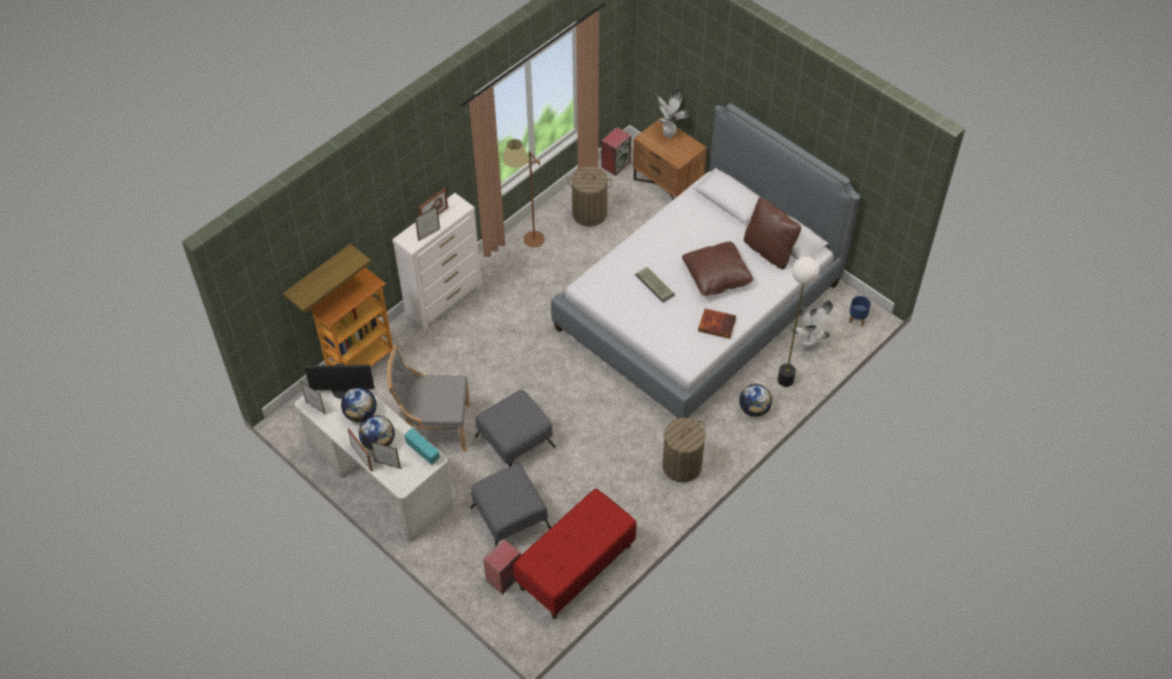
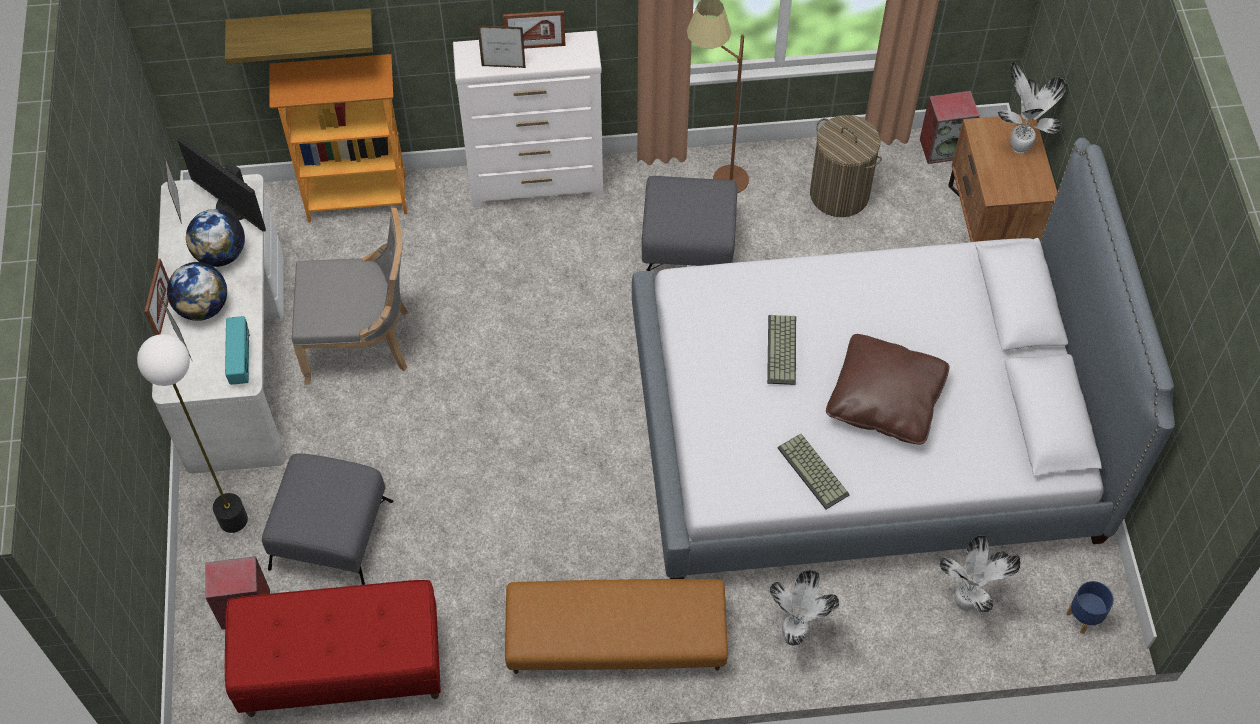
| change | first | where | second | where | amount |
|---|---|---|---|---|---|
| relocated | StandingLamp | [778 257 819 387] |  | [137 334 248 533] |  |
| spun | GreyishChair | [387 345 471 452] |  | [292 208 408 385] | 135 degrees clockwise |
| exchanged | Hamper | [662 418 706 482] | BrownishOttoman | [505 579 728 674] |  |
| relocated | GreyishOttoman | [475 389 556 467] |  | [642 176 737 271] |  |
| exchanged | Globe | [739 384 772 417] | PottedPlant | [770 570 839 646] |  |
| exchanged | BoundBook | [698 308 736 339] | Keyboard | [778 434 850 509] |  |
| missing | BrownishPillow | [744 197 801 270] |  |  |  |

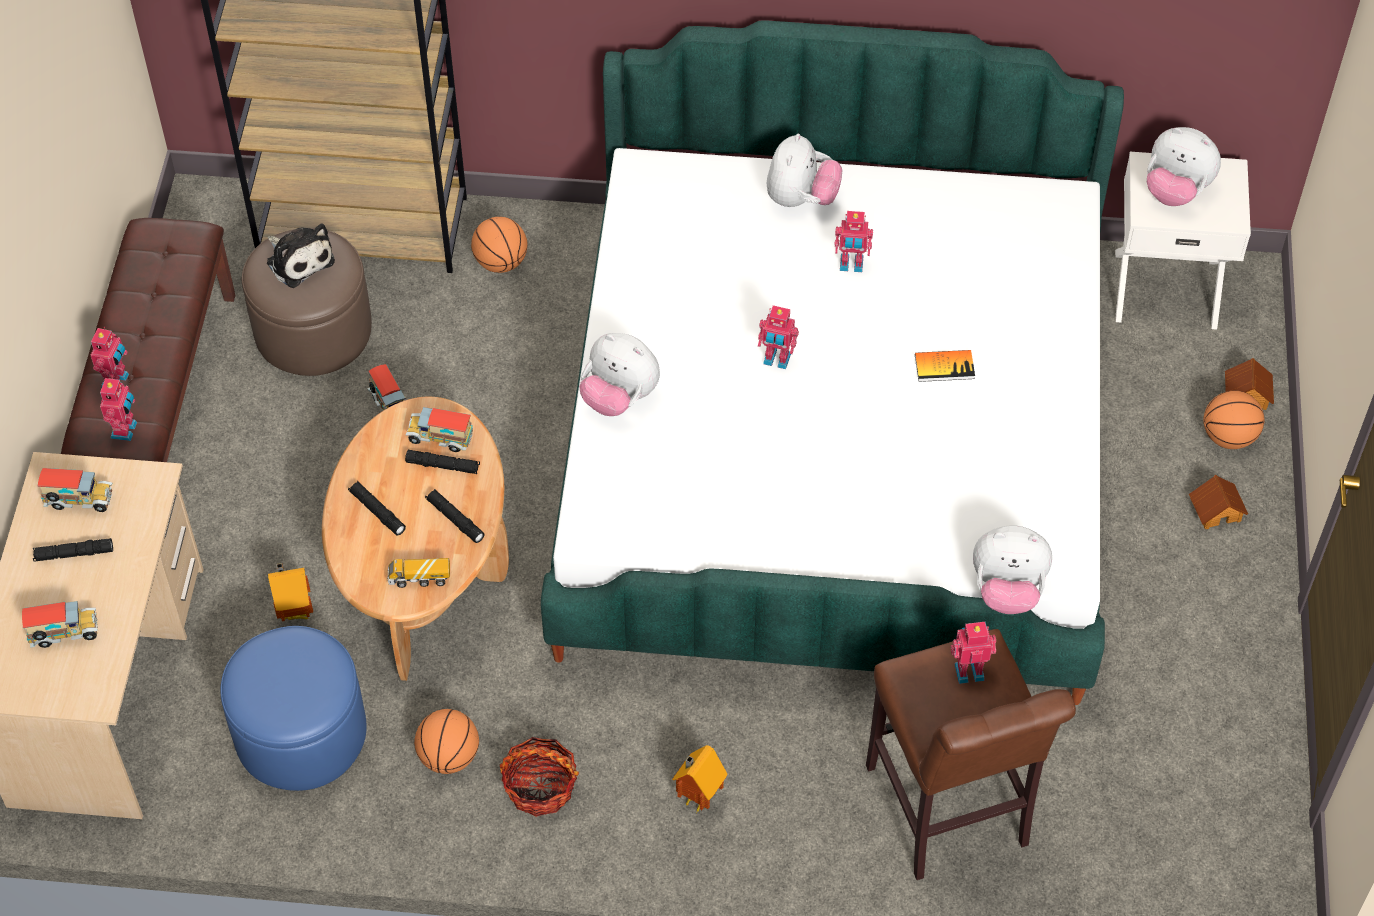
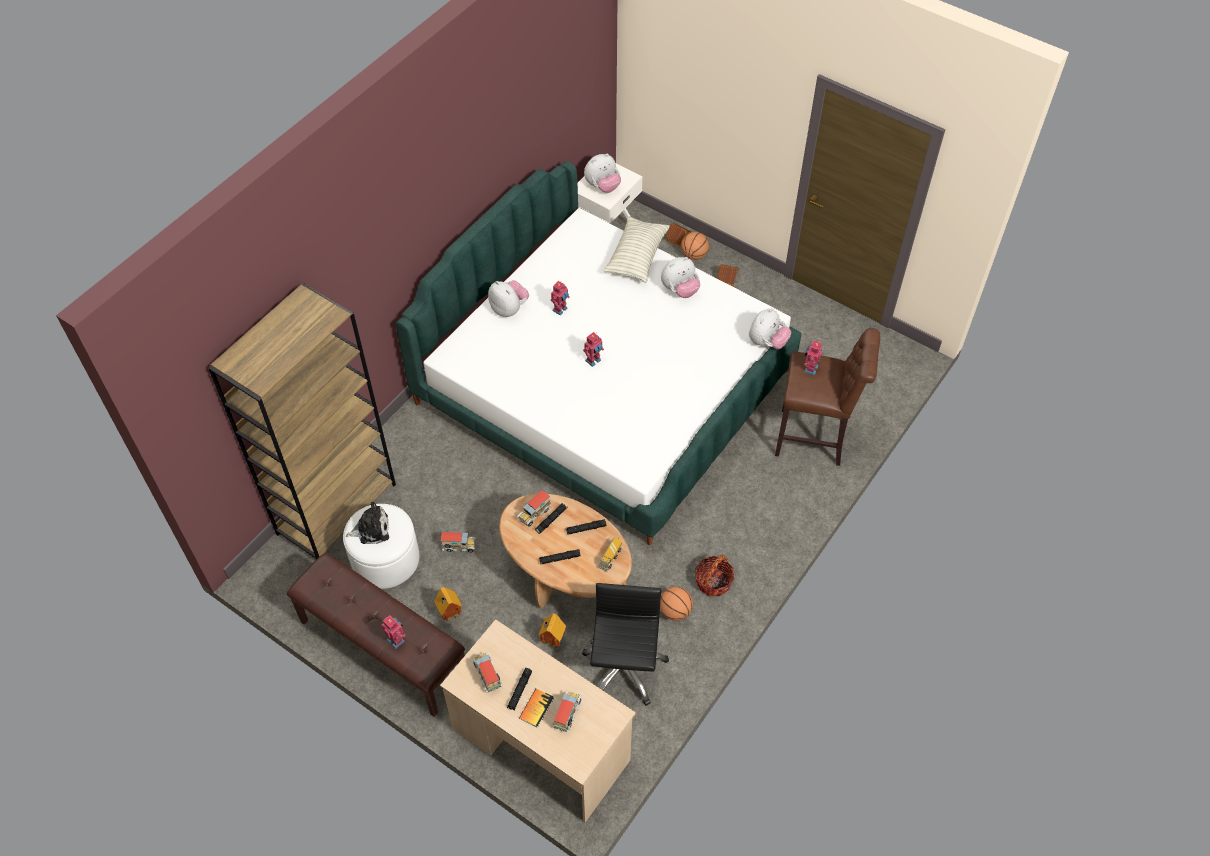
| change | first | where | second | where | amount |
|---|---|---|---|---|---|
| colour | BrownishOttoman | [242 228 372 376] | WhiteColouredOttoman | [343 504 419 589] |  |
| relocated | ModelHouse | [672 745 727 812] |  | [434 587 462 622] |  |
| spun | ModelTruck | [38 468 112 512] |  | [473 652 503 693] | 60 degrees counterclockwise |
| relocated | BoundBook | [915 350 975 382] |  | [519 688 554 728] |  |
| exchanged | BlueOttoman | [220 626 367 791] | BlackDeskChair | [582 583 669 706] |  |
| appeared |  |  | Pillow | [604 216 670 283] |  |
| relocated | SoftToy | [579 333 660 416] |  | [661 257 700 298] |  |
| missing | RobotFigure | [100 376 137 441] |  |  |  |
| missing | BallForBasketball | [471 217 528 273] |  |  |  |

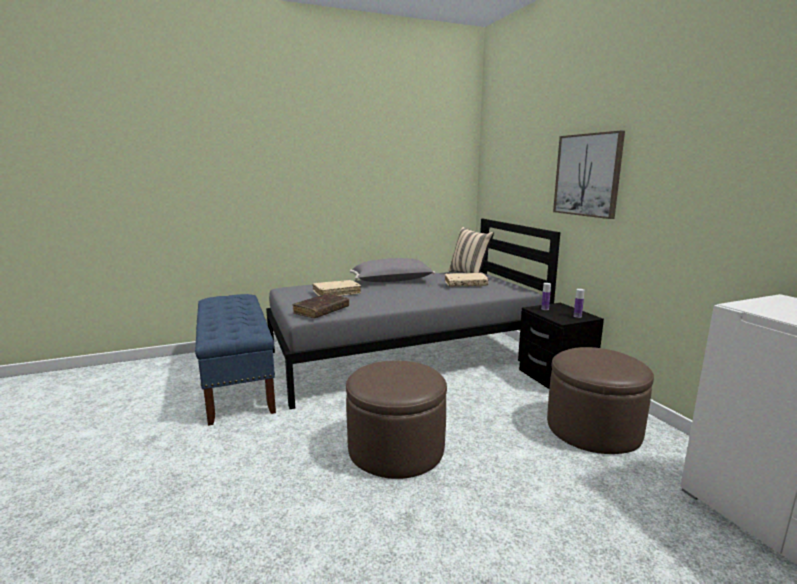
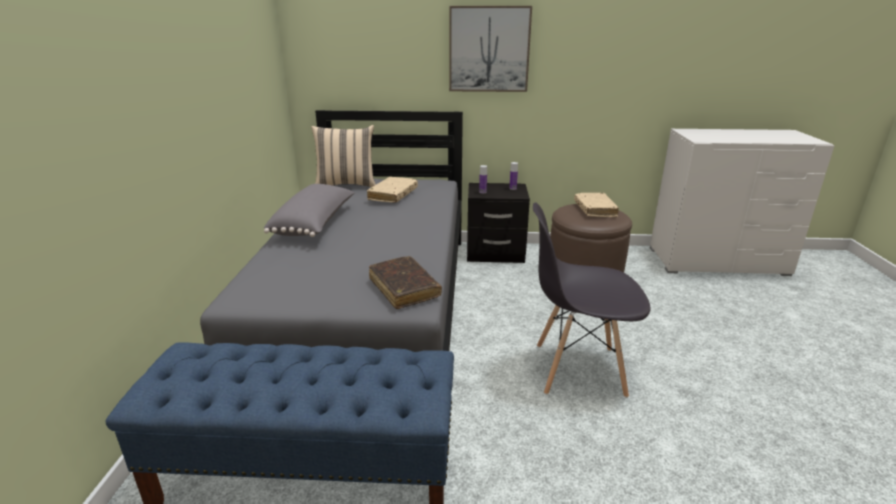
| change | first | where | second | where | amount |
|---|---|---|---|---|---|
| exchanged | BrownishOttoman | [346 361 447 479] | GreyishChair | [533 202 651 398] |  |
| relocated | BeigeBoundBook | [313 280 361 296] |  | [574 193 619 217] |  |

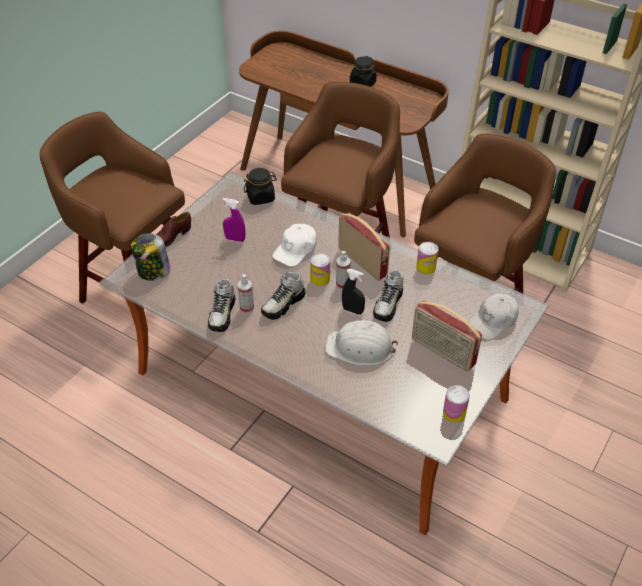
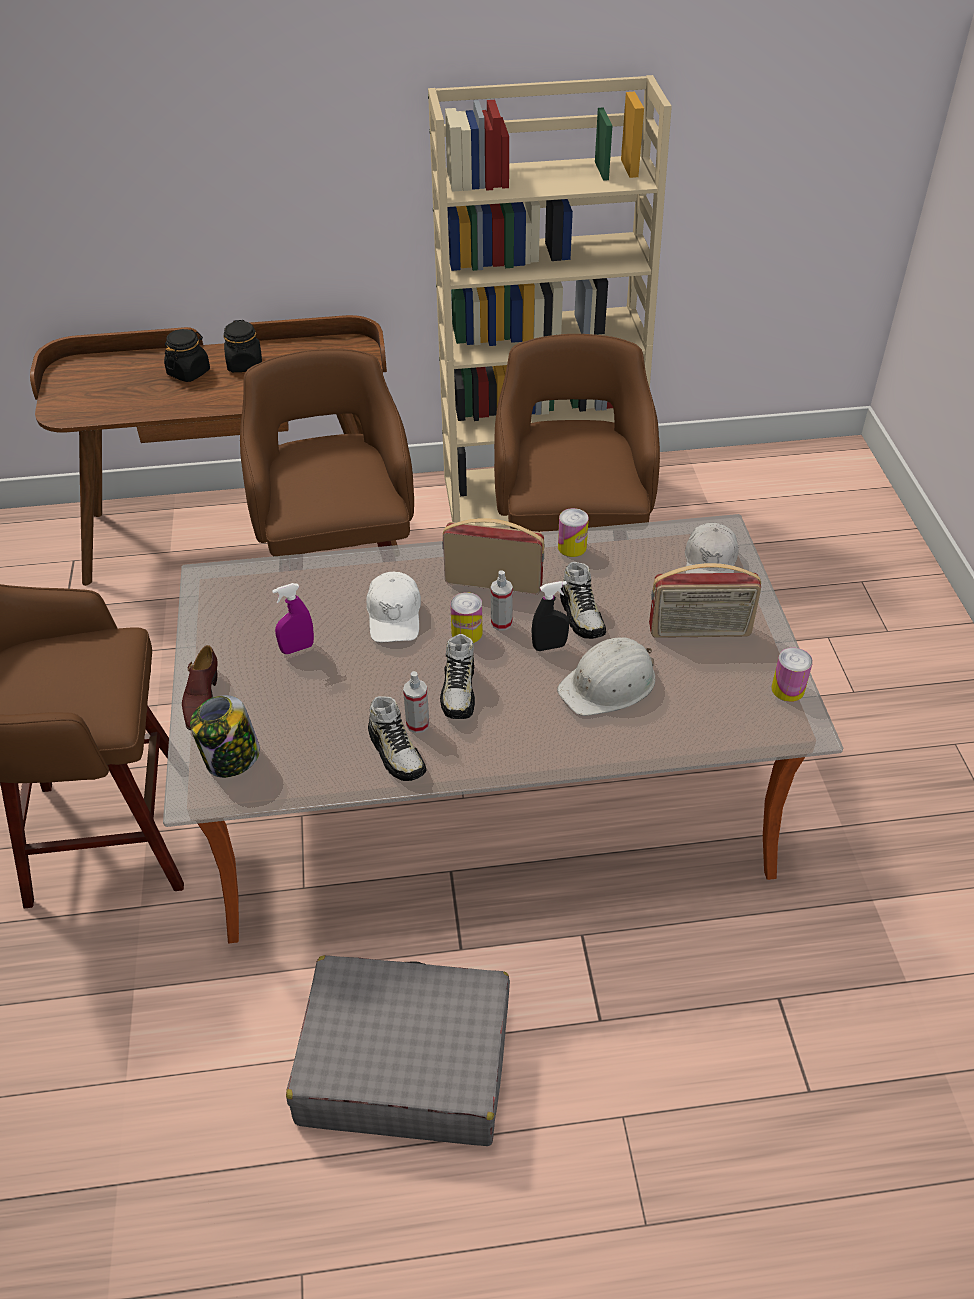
| change | first | where | second | where | amount |
|---|---|---|---|---|---|
| relocated | BlackPreserveJar | [244 168 277 205] |  | [164 329 210 382] |  |
| appeared |  |  | GreyishTravelCase | [286 955 510 1146] |  |

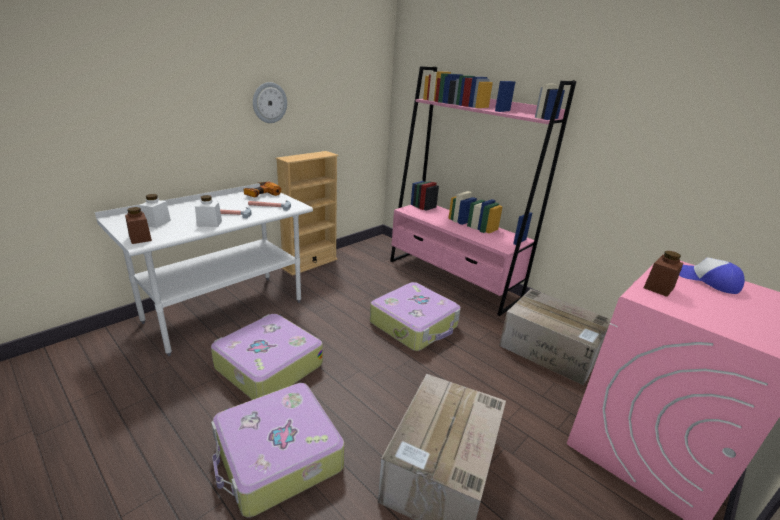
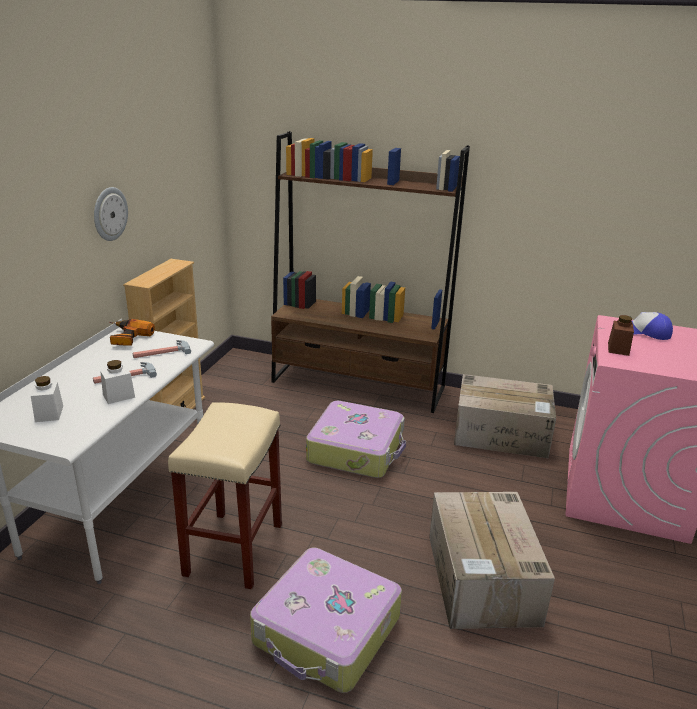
| change | first | where | second | where | amount |
|---|---|---|---|---|---|
| exchanged | TravelCase | [211 314 323 400] | BeigeSittingStool | [168 402 282 589] |  |
| colour | PinkishShelvingUnit | [390 66 576 316] | BrownishShelvingUnit | [271 131 470 413] |  |
| missing | BrownishPreserveJar | [125 207 152 244] |  |  |  |

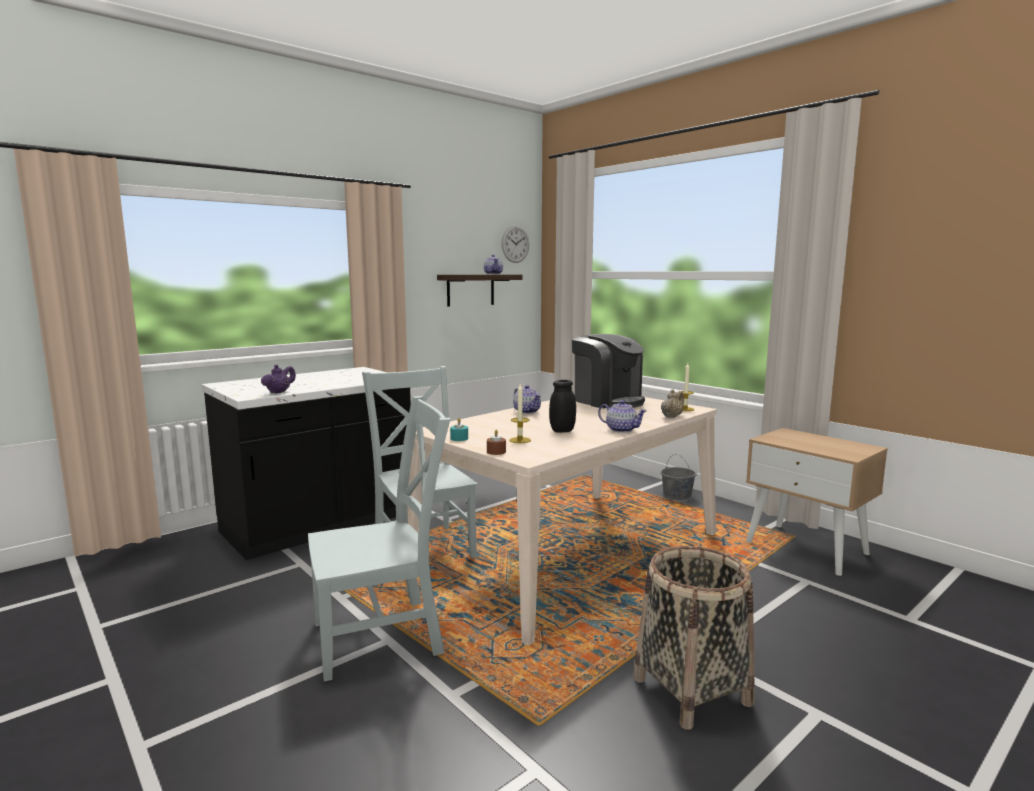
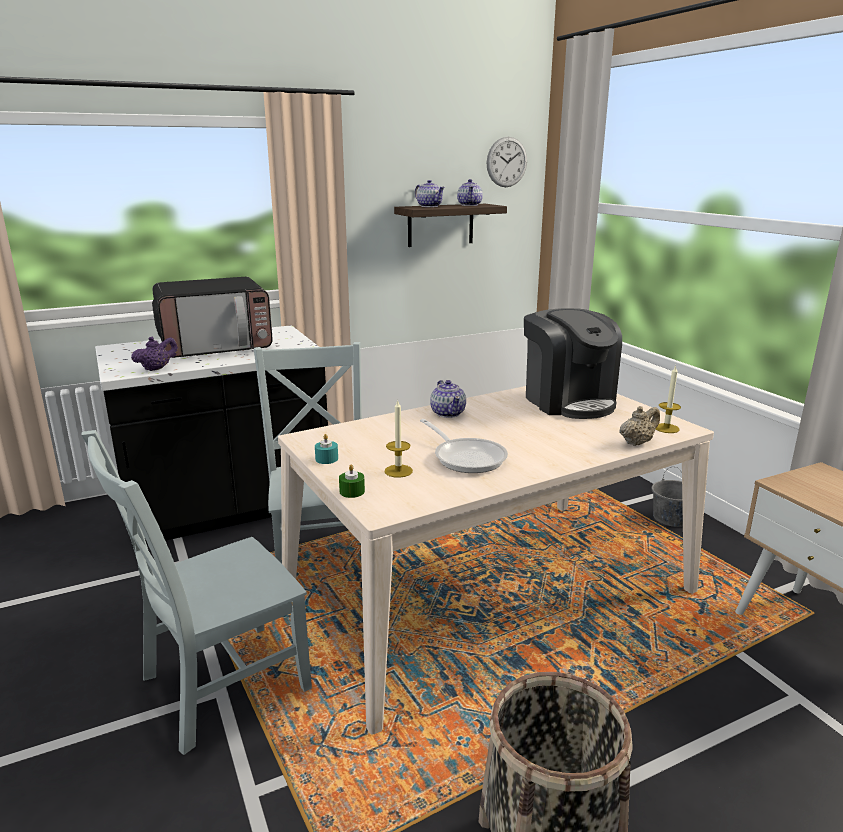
| change | first | where | second | where | amount |
|---|---|---|---|---|---|
| spun | GreyishChair | [308 396 450 682] |  | [81 430 312 755] | 150 degrees clockwise |
| appeared |  |  | MicrowaveOven | [152 277 273 358] |  |
| colour | BrownishWaxCandle | [487 430 506 455] | GreenishWaxCandle | [339 464 365 498] |  |
| relocated | Teapot | [598 400 647 433] |  | [415 180 445 207] |  |
| exchanged | BlackPreserveJar | [549 380 576 433] | Skillet | [420 419 508 473] |  |

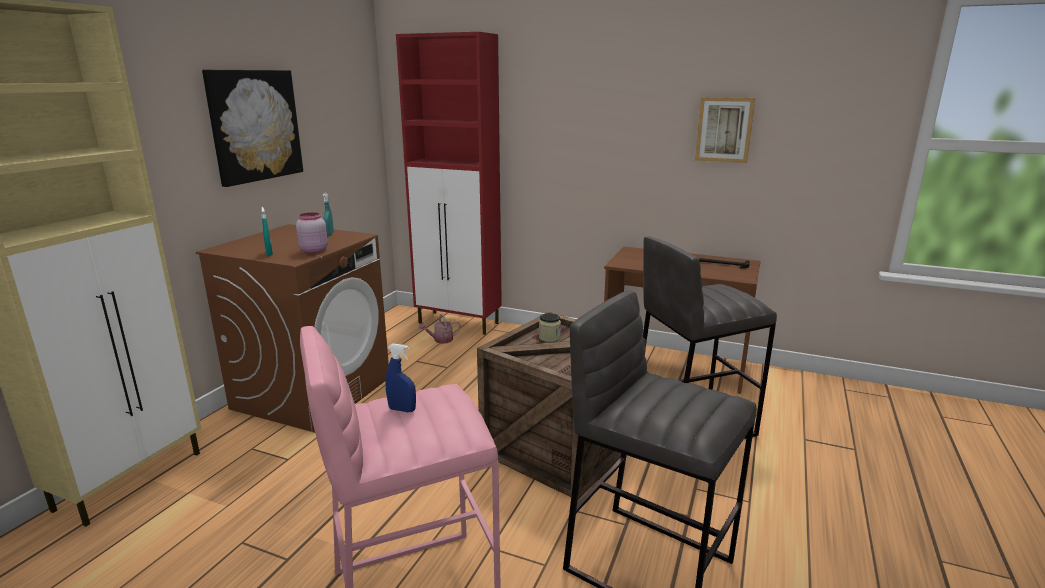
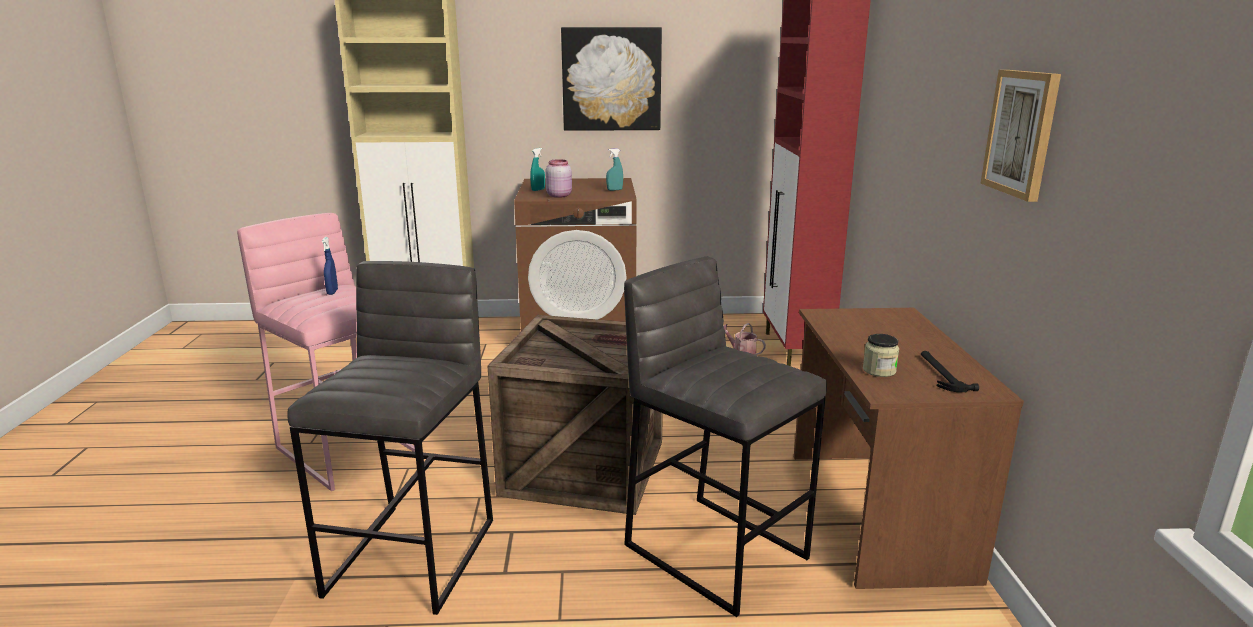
| change | first | where | second | where | amount |
|---|---|---|---|---|---|
| relocated | PreserveJar | [539 313 561 342] |  | [863 334 899 377] |  |

